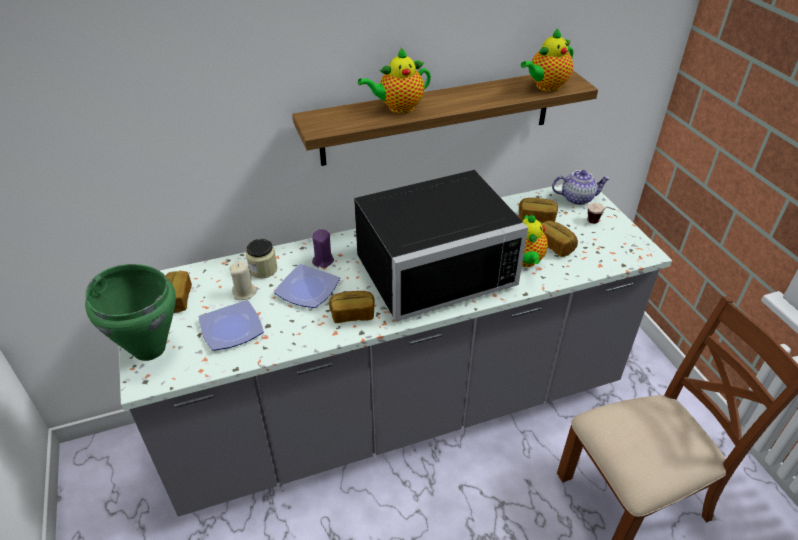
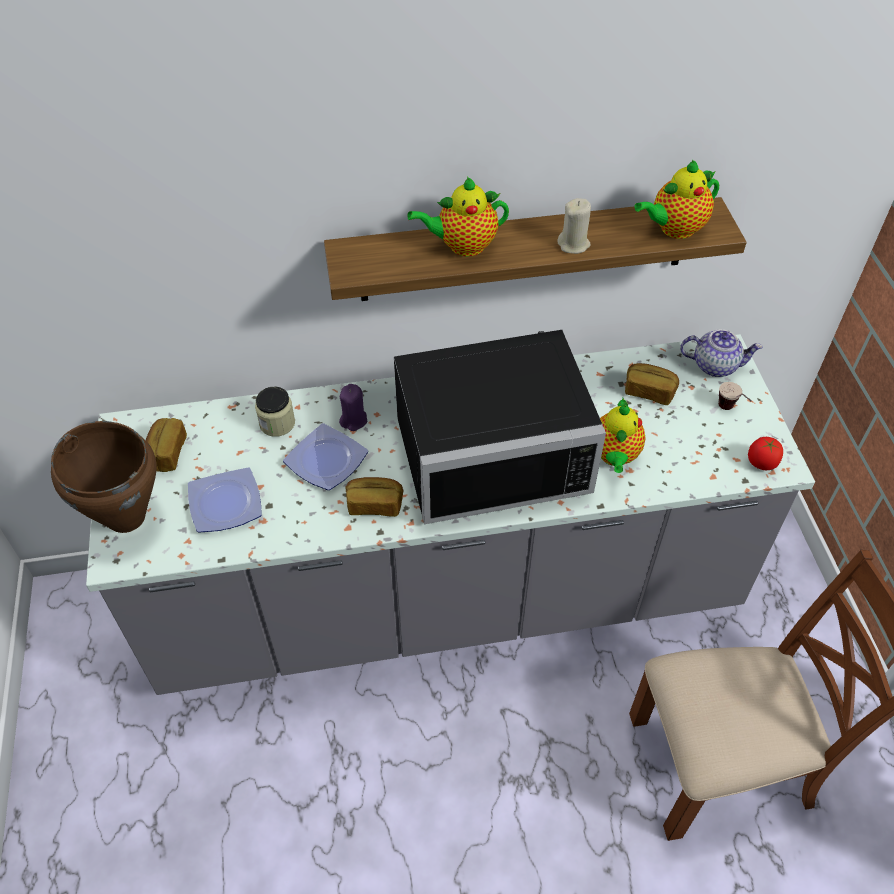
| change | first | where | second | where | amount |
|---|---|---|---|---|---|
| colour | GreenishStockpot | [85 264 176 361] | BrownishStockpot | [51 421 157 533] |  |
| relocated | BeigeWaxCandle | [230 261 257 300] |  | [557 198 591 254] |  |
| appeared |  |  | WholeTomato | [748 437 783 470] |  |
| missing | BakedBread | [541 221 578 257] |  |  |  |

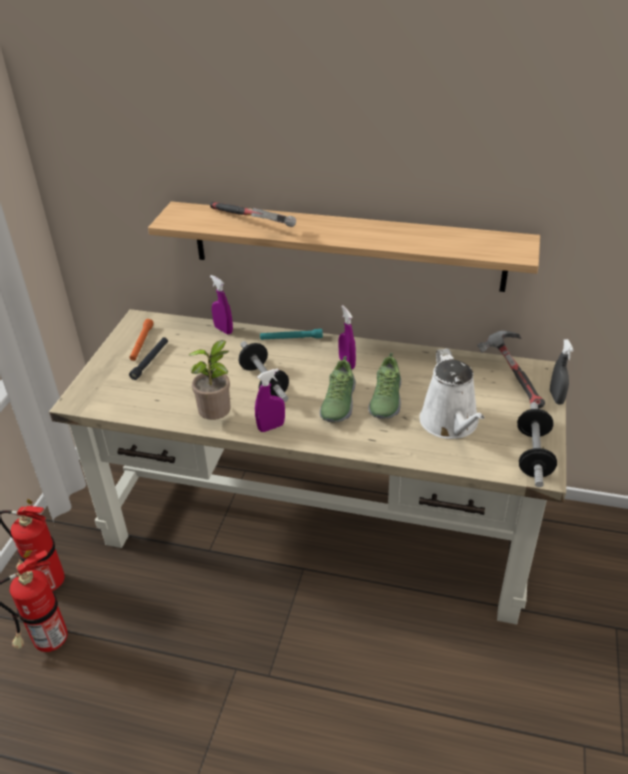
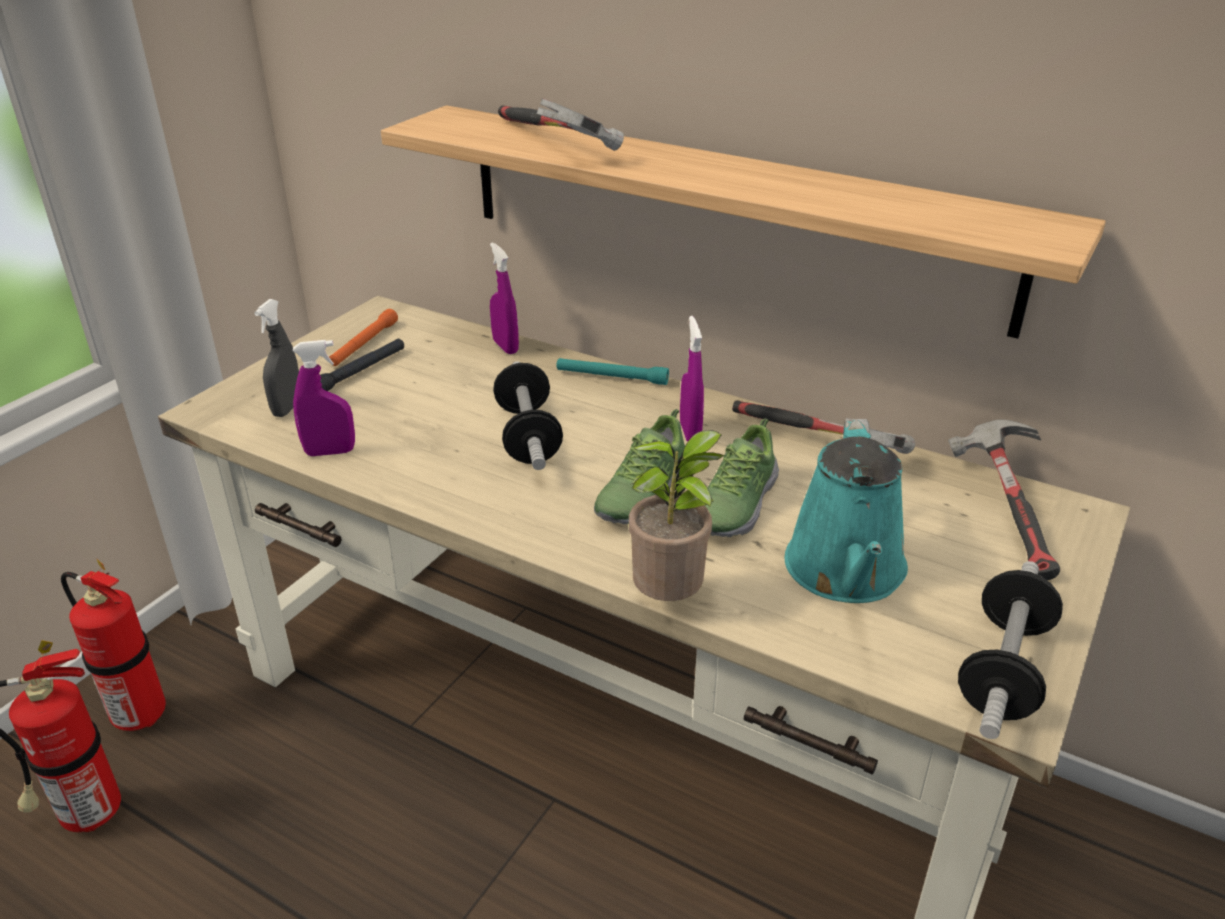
| change | first | where | second | where | amount |
|---|---|---|---|---|---|
| relocated | GreyishSprayer | [550 339 574 404] |  | [254 299 299 417] |  |
| relocated | PurpleSprayer | [255 368 285 432] |  | [293 340 355 456] |  |
| relocated | PottedPlant | [189 340 231 420] |  | [629 430 724 601] |  |
| appeared |  |  | Hammer | [732 400 915 454] |  |
| colour | WhiteColouredWateringCan | [419 348 484 439] | TurquoiseColouredWateringCan | [784 418 908 603] |  |

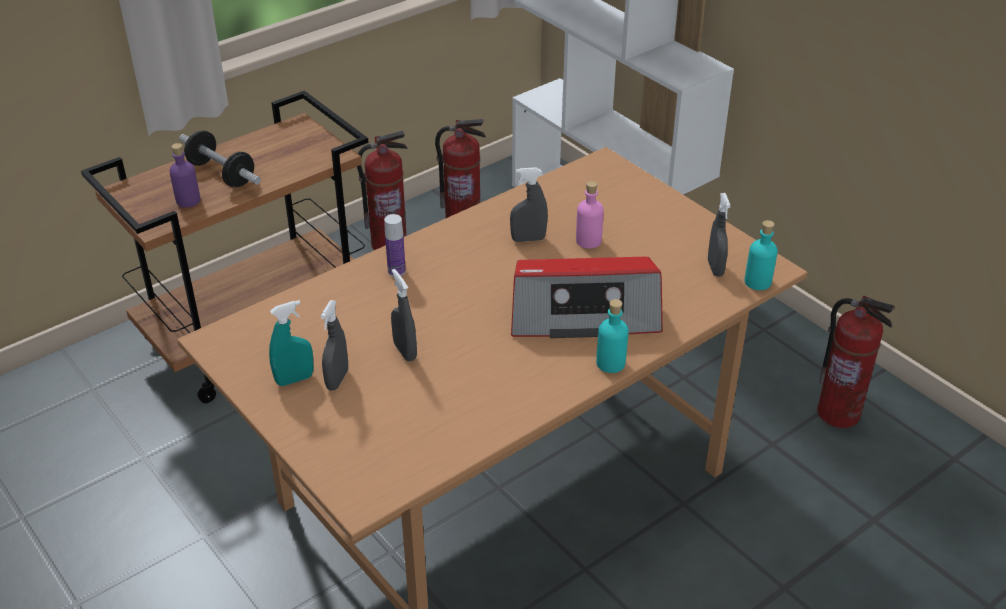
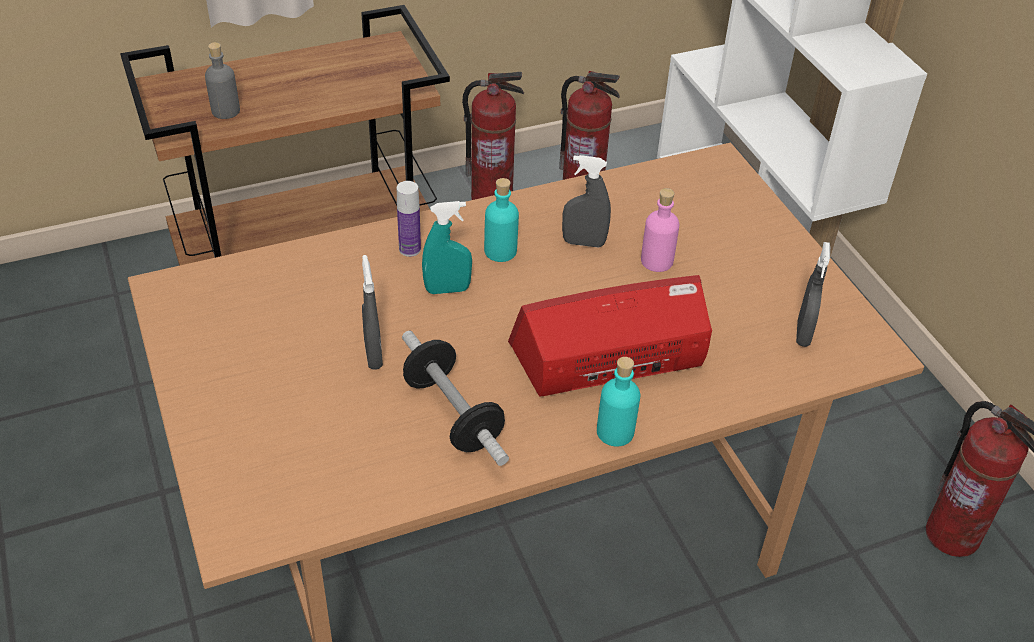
| change | first | where | second | where | amount |
|---|---|---|---|---|---|
| colour | PurpleBeverageBottle | [169 143 200 208] | GreyishBeverageBottle | [205 42 240 119] |  |
| relocated | FreeWeight | [179 131 261 187] |  | [402 331 509 466] |  |
| relocated | TurquoiseColouredSprayer | [269 300 314 386] |  | [422 201 472 294] |  |
| relocated | TurquoiseColouredBeverageBottle | [744 220 778 290] |  | [484 178 519 262] |  |
| spun | RadioSet | [511 257 663 338] |  | [508 275 712 396] | 150 degrees clockwise |
| missing | GreyishSprayer | [320 300 348 390] |  |  |  |

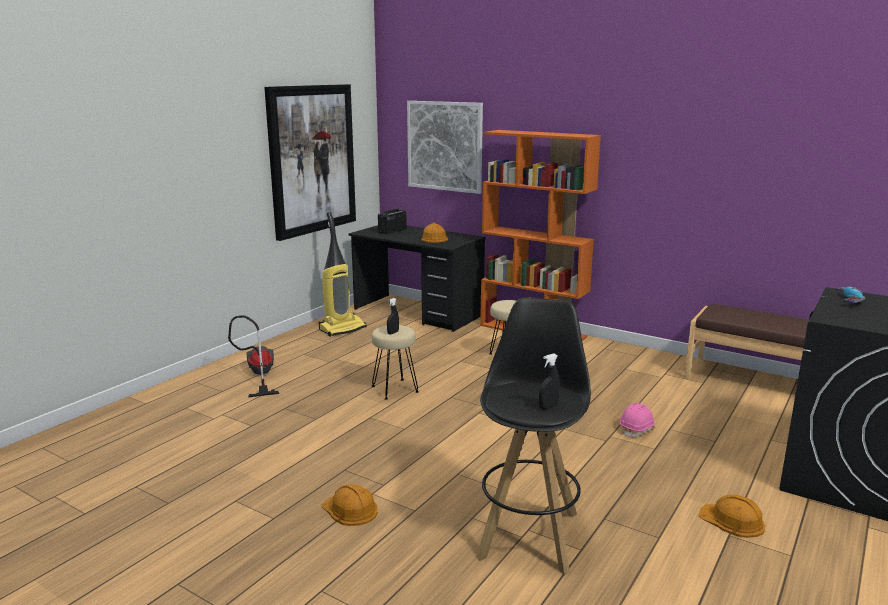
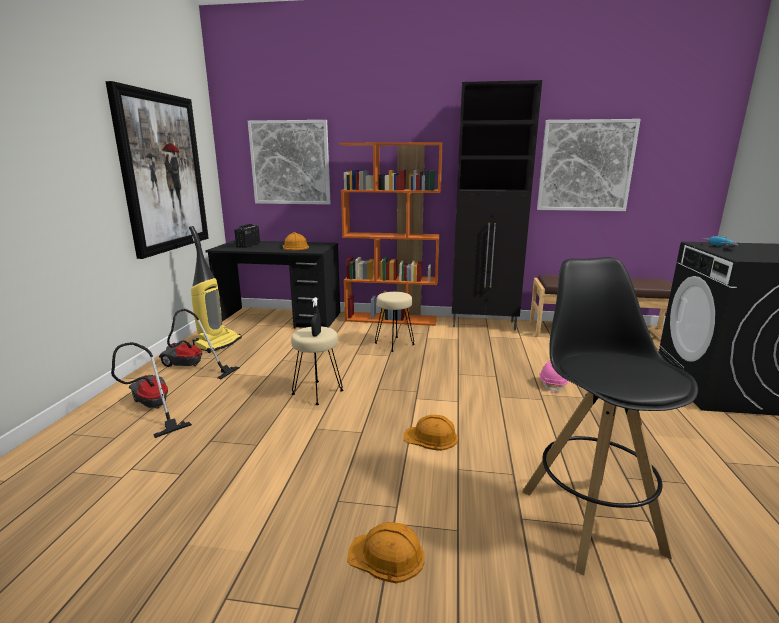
| change | first | where | second | where | amount |
|---|---|---|---|---|---|
| appeared |  |  | Hoover | [159 309 240 379] |  |
| relocated | OrangeSafetyHelmet | [699 495 765 538] |  | [404 415 458 451] |  |
| appeared |  |  | BlackCupboard | [452 80 542 330] |  |
| appeared |  |  | WallPicture | [537 119 641 211] |  |
| missing | BlackSprayer | [539 353 560 409] |  |  |  |

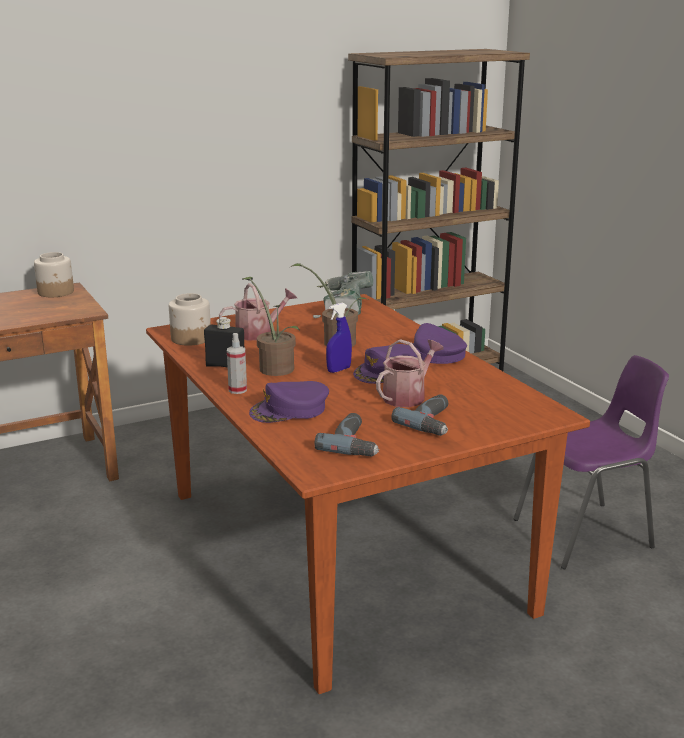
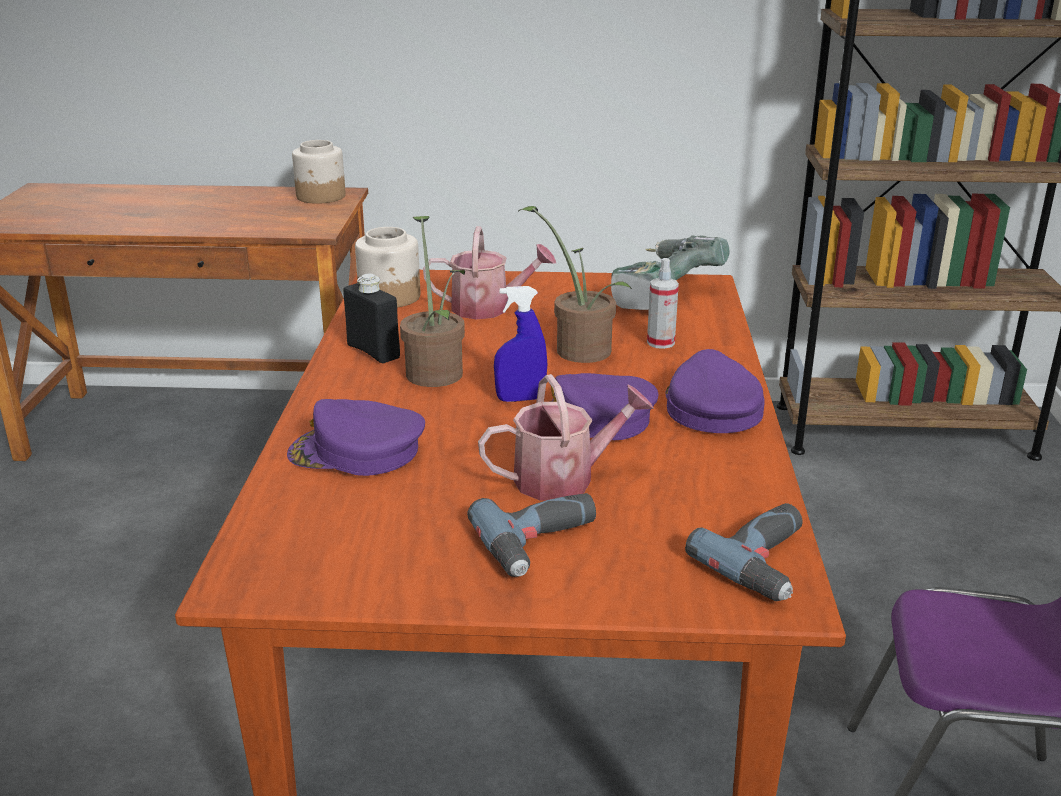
| change | first | where | second | where | amount |
|---|---|---|---|---|---|
| relocated | Sprayer | [227 333 247 394] |  | [647 258 679 349] |  |
| relocated | Drill | [315 413 379 457] |  | [685 503 802 601] |  |

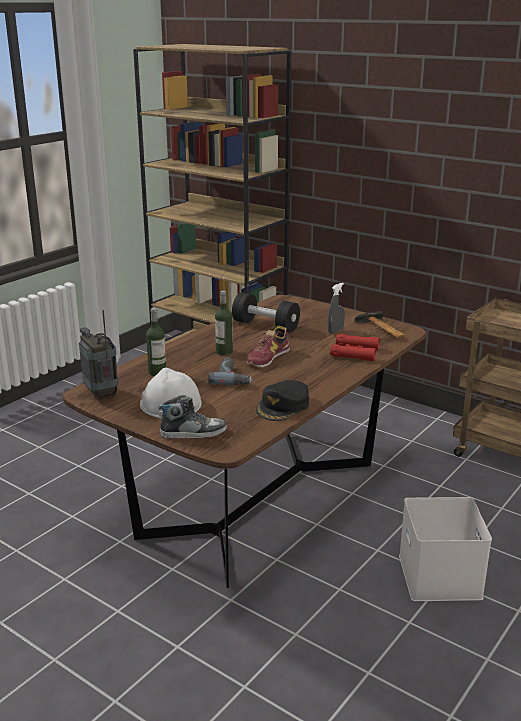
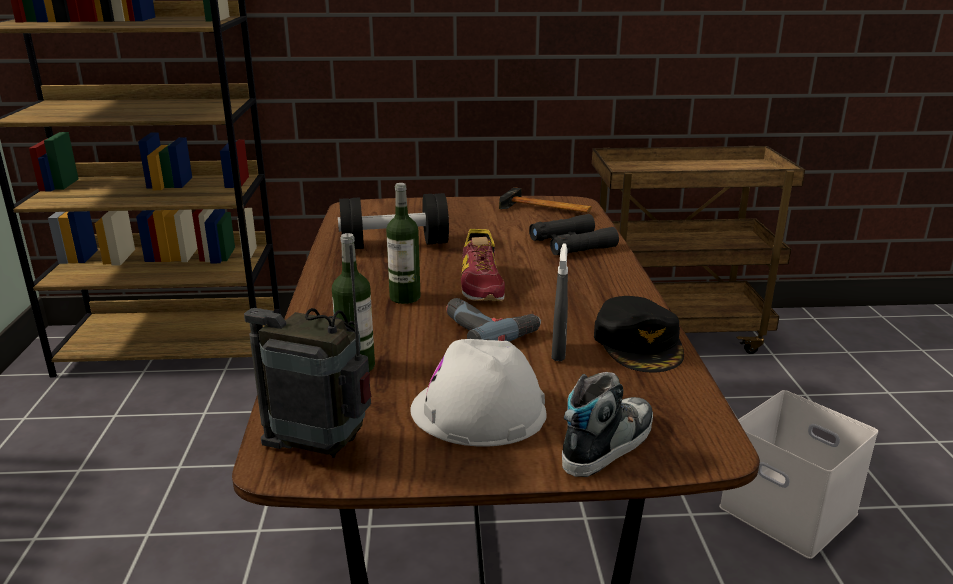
| change | first | where | second | where | amount |
|---|---|---|---|---|---|
| colour | RedPairOfBinoculars | [330 334 380 361] | BlackPairOfBinoculars | [529 214 619 255] |  |
| relocated | GreyishSprayer | [328 283 345 334] |  | [552 243 568 361] |  |

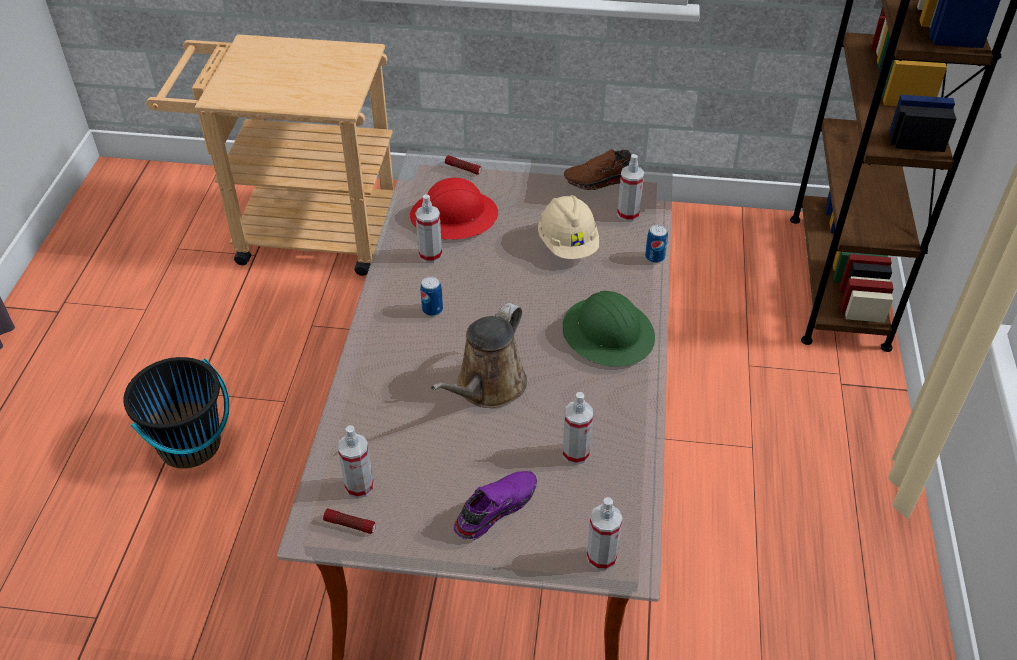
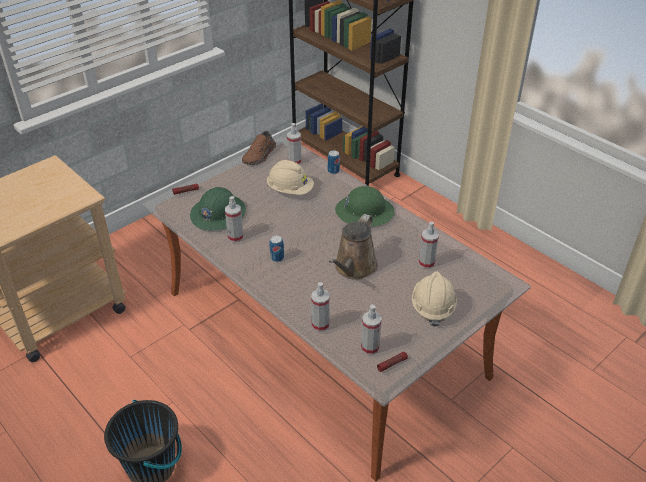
| change | first | where | second | where | amount |
|---|---|---|---|---|---|
| colour | RedSafetyHelmet | [410 178 498 239] | GreenishSafetyHelmet | [190 187 246 230] |  |
| relocated | Sprayer | [587 497 622 570] |  | [311 282 330 332] |  |
| spun | BrownishWateringCan | [431 303 527 408] |  | [329 214 378 280] | 45 degrees clockwise |
| exchanged | PurpleItemOfFootwear | [454 471 537 540] | BeigeSafetyHelmet | [412 271 457 327] |  |

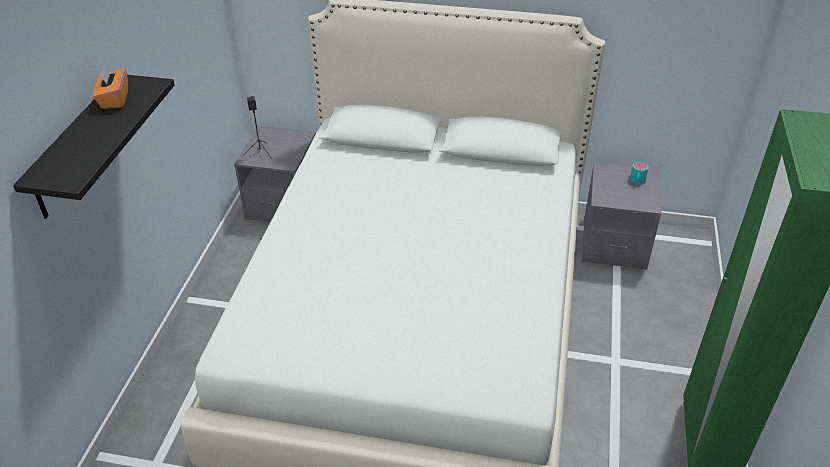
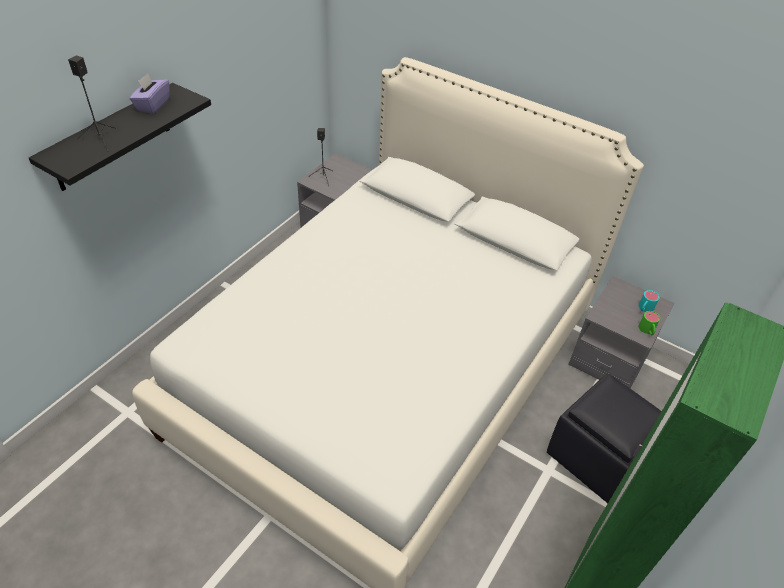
| change | first | where | second | where | amount |
|---|---|---|---|---|---|
| appeared |  |  | BlackSpeaker | [68 55 117 151] |  |
| colour | OrangeBoxOfTissues | [93 65 128 109] | PurpleBoxOfTissues | [130 73 170 114] |  |
| appeared |  |  | BlackOttoman | [547 374 662 503] |  |
| appeared |  |  | GreenishMug | [639 311 660 335] |  |

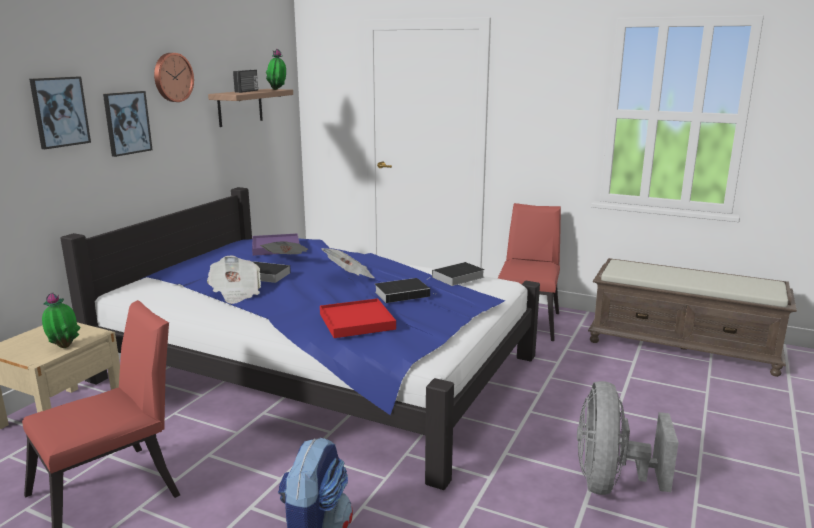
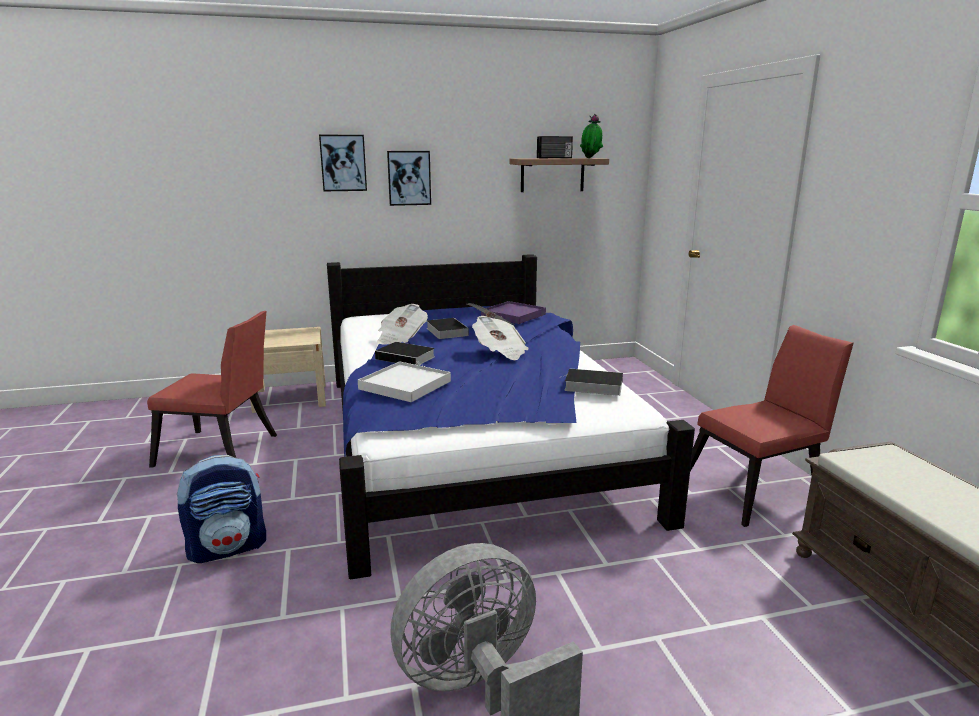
| change | first | where | second | where | amount |
|---|---|---|---|---|---|
| colour | RedCarryingTray | [320 298 396 338] | WhiteColouredCarryingTray | [358 361 451 402] |  |
| relocated | BoundBook | [375 278 438 303] |  | [375 342 435 367] |  |
| missing | PottedPlant | [42 293 81 348] |  |  |  |
| missing | WallClock | [154 53 194 102] |  |  |  |

